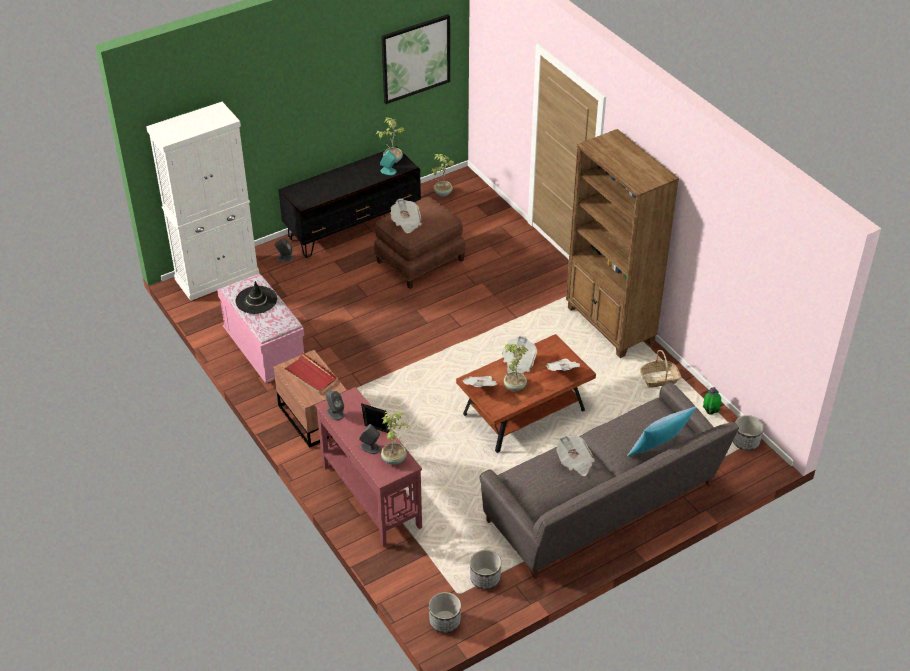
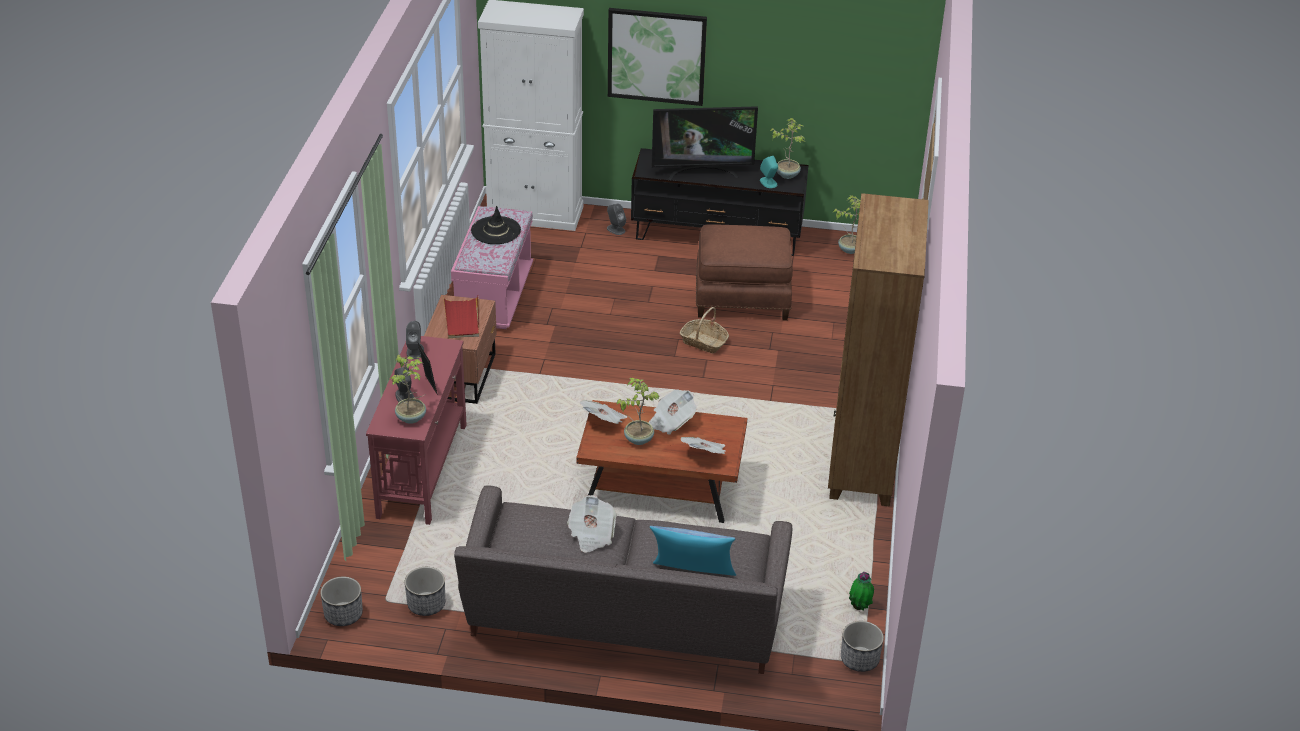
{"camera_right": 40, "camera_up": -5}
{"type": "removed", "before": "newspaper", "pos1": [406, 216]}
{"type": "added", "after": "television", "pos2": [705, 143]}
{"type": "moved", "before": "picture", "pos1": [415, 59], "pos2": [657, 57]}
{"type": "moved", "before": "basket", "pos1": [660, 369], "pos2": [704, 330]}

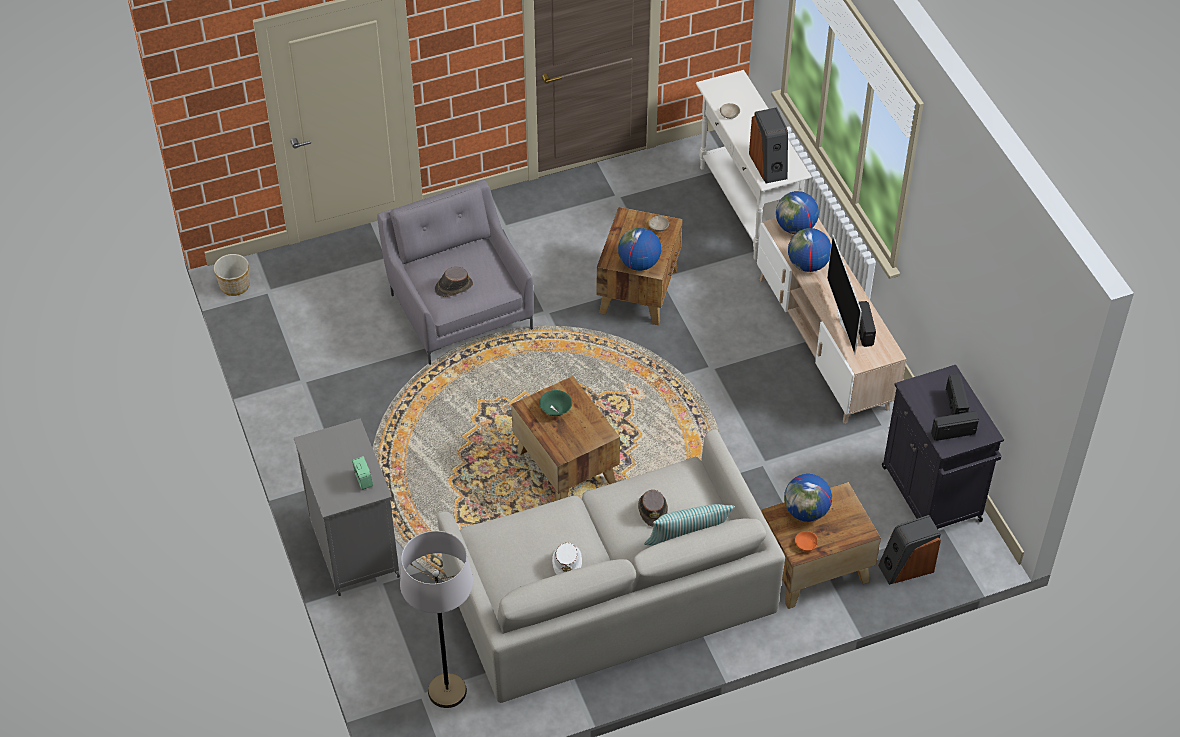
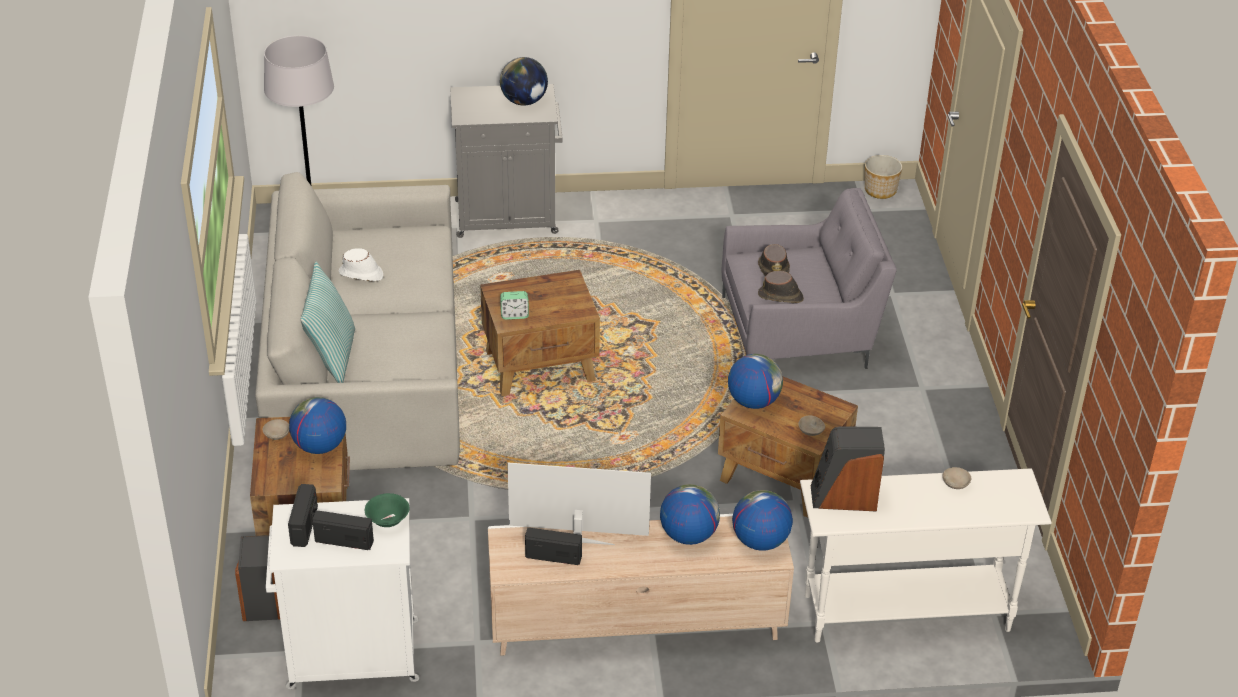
{"camera_right": 105, "camera_up": -10}
{"type": "added", "after": "globe", "pos2": [524, 81]}
{"type": "moved", "before": "alarm clock", "pos1": [362, 473], "pos2": [514, 305]}
{"type": "moved", "before": "green bowl", "pos1": [555, 403], "pos2": [387, 510]}
{"type": "moved", "before": "brown hat", "pos1": [653, 508], "pos2": [781, 287]}
{"type": "recoloured", "before": "orange bowl", "after": "beige bowl", "pos1": [806, 541], "pos2": [275, 429]}
{"type": "recoloured", "before": "black cabinet", "after": "white cabinet", "pos1": [943, 447], "pos2": [342, 593]}

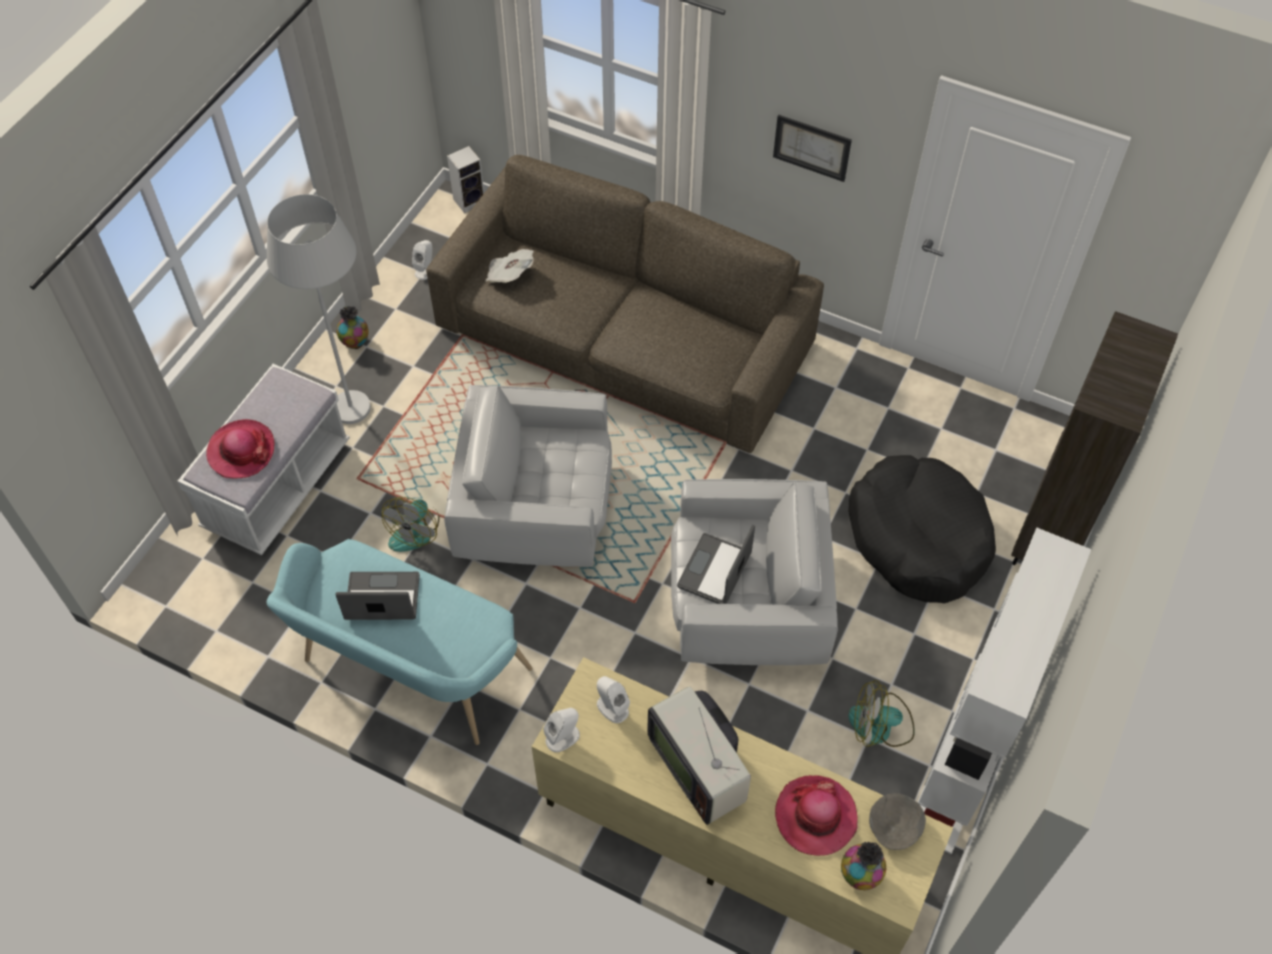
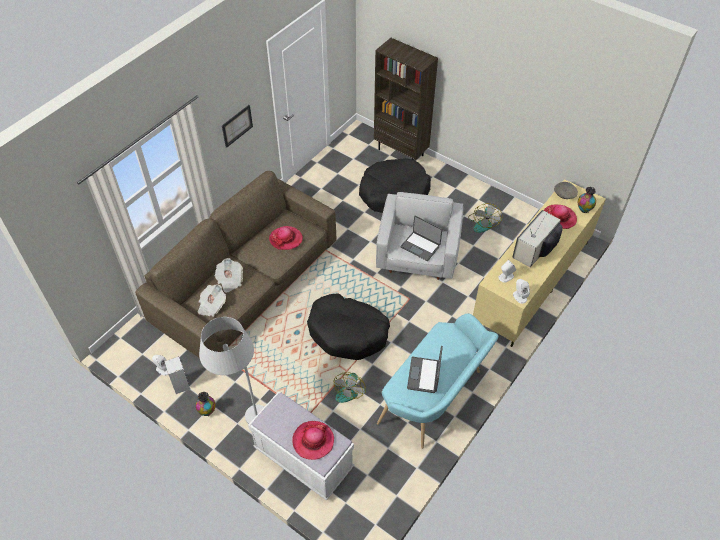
{"camera_right": -80, "camera_up": -5}
{"type": "removed", "before": "white bookcase", "pos1": [1004, 691]}
{"type": "added", "after": "newspaper", "pos2": [229, 275]}
{"type": "added", "after": "hat", "pos2": [286, 238]}
{"type": "moved", "before": "speaker", "pos1": [465, 179], "pos2": [177, 375]}
{"type": "replaced", "before": "white armchair", "after": "black dog bed", "pos1": [528, 476], "pos2": [348, 326]}
{"type": "turned", "before": "fan", "pos1": [410, 524], "pos2": [349, 387], "turn": 75}
{"type": "turned", "before": "television", "pos1": [699, 755], "pos2": [538, 238], "turn": 150}

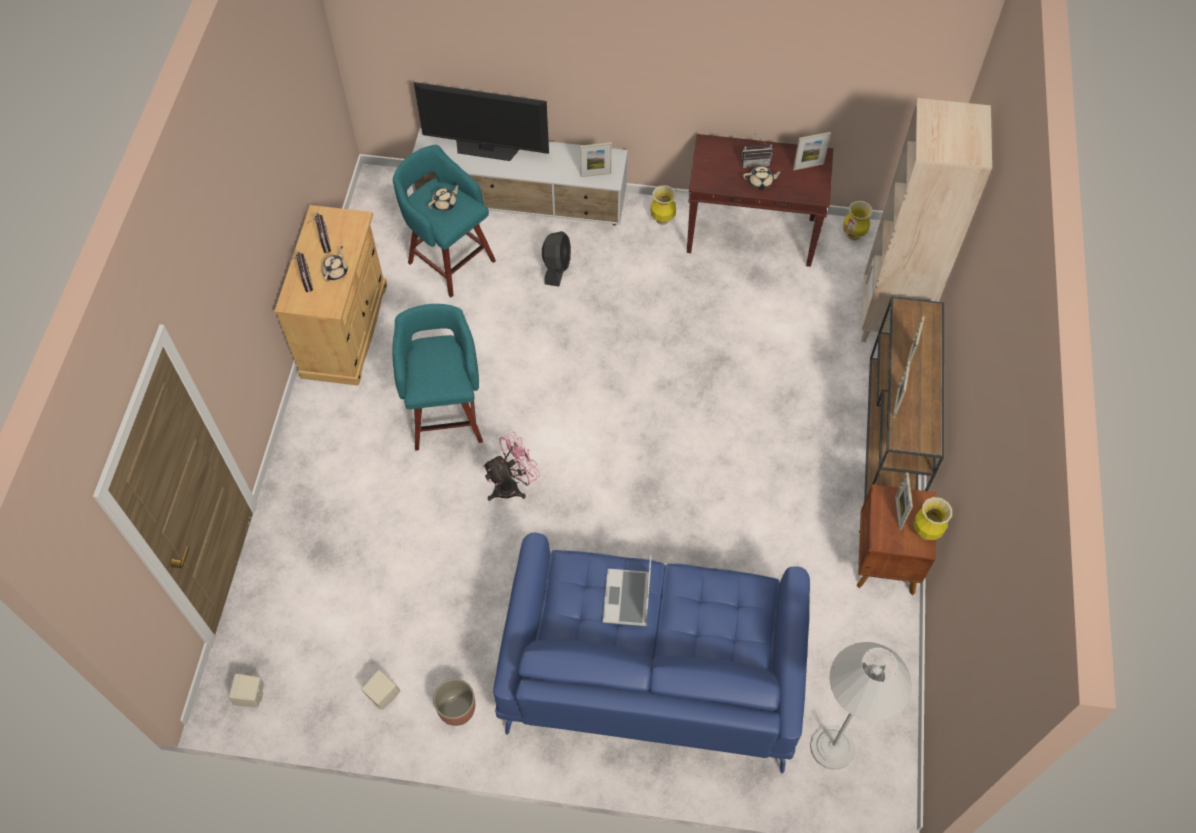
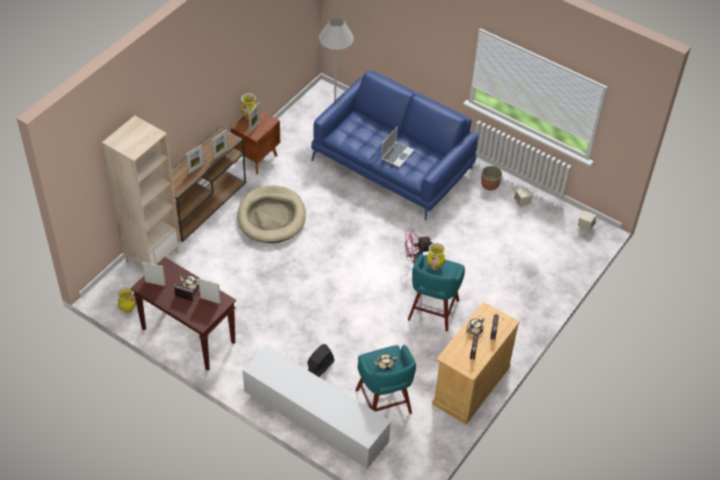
{"camera_right": -155, "camera_up": -10}
{"type": "removed", "before": "television", "pos1": [481, 121]}
{"type": "added", "after": "beige dog bed", "pos2": [271, 214]}
{"type": "moved", "before": "picture frame", "pos1": [596, 159], "pos2": [209, 291]}
{"type": "moved", "before": "vase", "pos1": [663, 205], "pos2": [436, 256]}

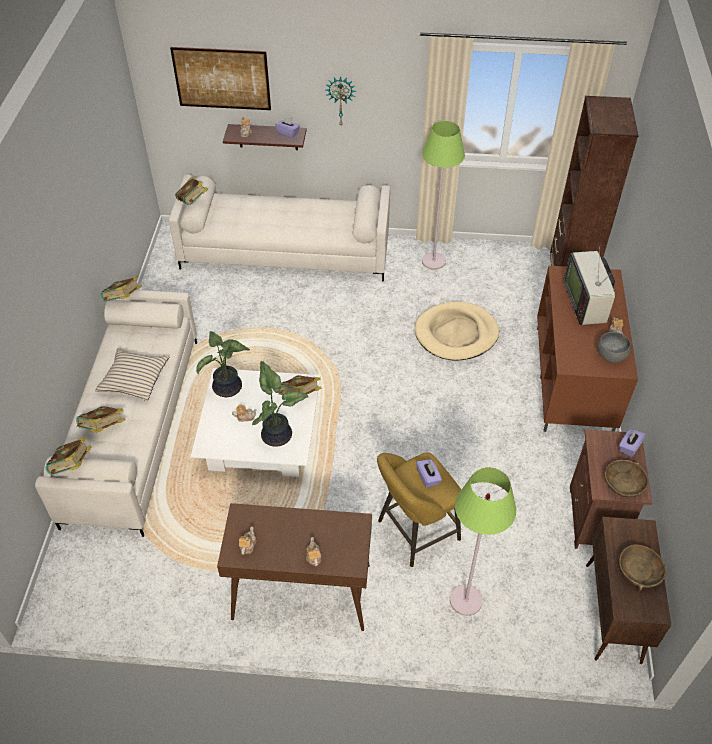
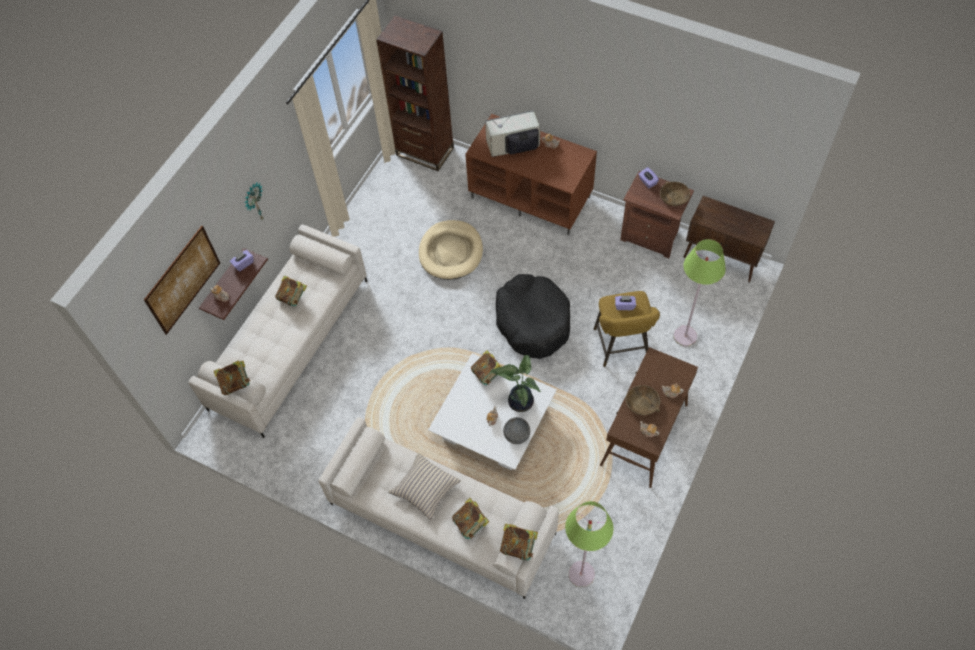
{"camera_right": -65, "camera_up": 10}
{"type": "removed", "before": "potted plant", "pos1": [223, 364]}
{"type": "added", "after": "black dog bed", "pos2": [533, 316]}
{"type": "moved", "before": "book", "pos1": [121, 289], "pos2": [291, 291]}
{"type": "moved", "before": "green floor lamp", "pos1": [443, 195], "pos2": [589, 544]}
{"type": "moved", "before": "grey bowl", "pos1": [614, 347], "pos2": [516, 430]}
{"type": "moved", "before": "brown bowl", "pos1": [642, 568], "pos2": [642, 400]}
{"type": "turned", "before": "television", "pos1": [589, 286], "pos2": [512, 133], "turn": 150}

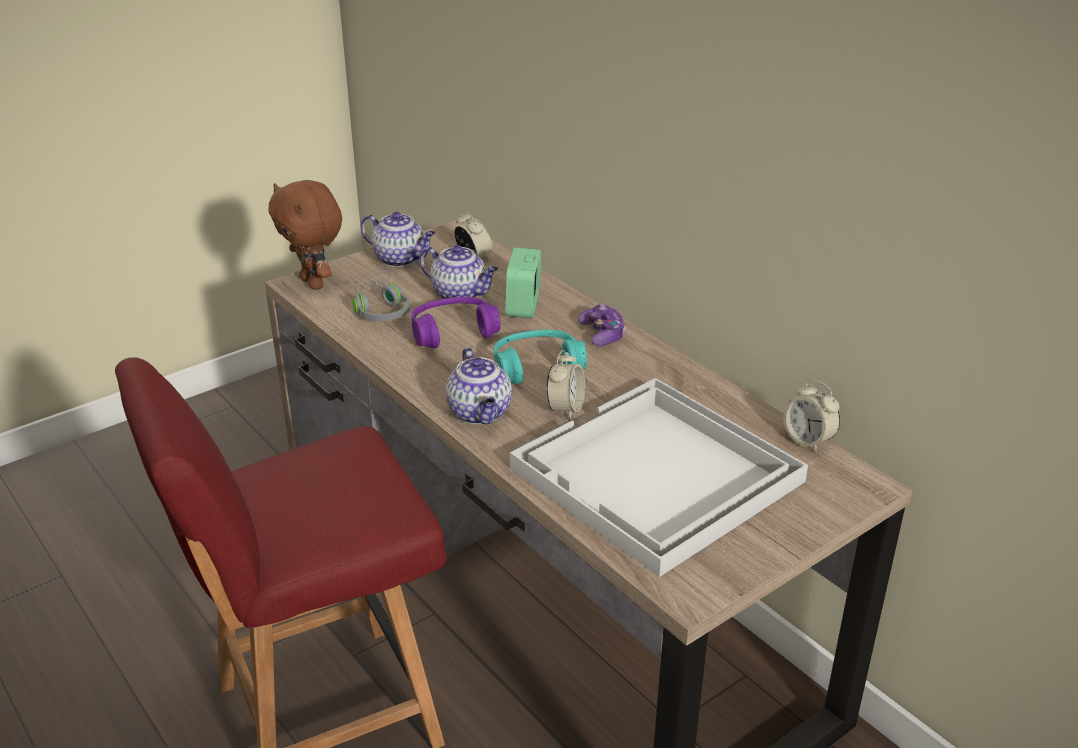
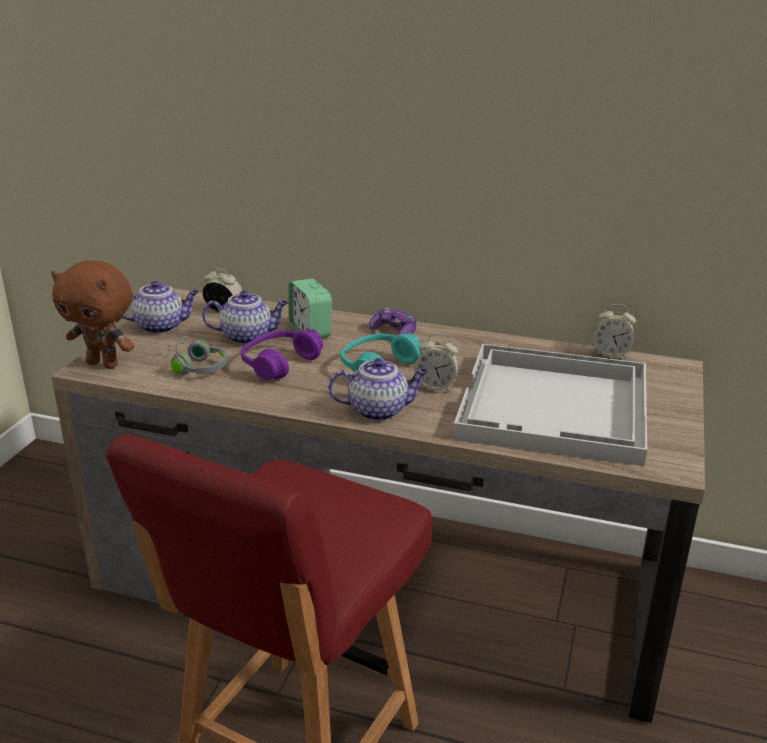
{"camera_right": -35, "camera_up": -5}
{"type": "turned", "before": "teapot", "pos1": [479, 386], "pos2": [378, 389], "turn": -45}
{"type": "turned", "before": "alarm clock", "pos1": [566, 384], "pos2": [436, 363], "turn": 120}

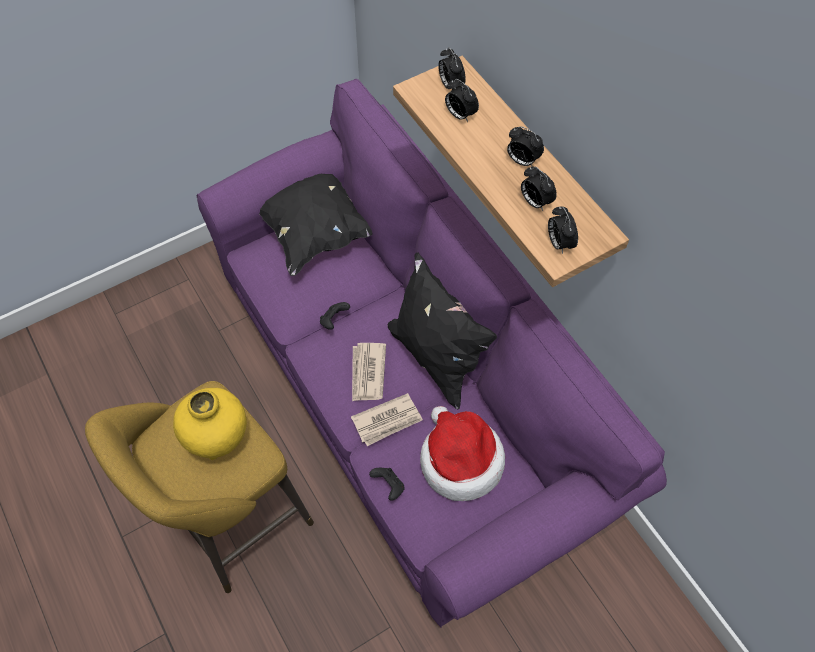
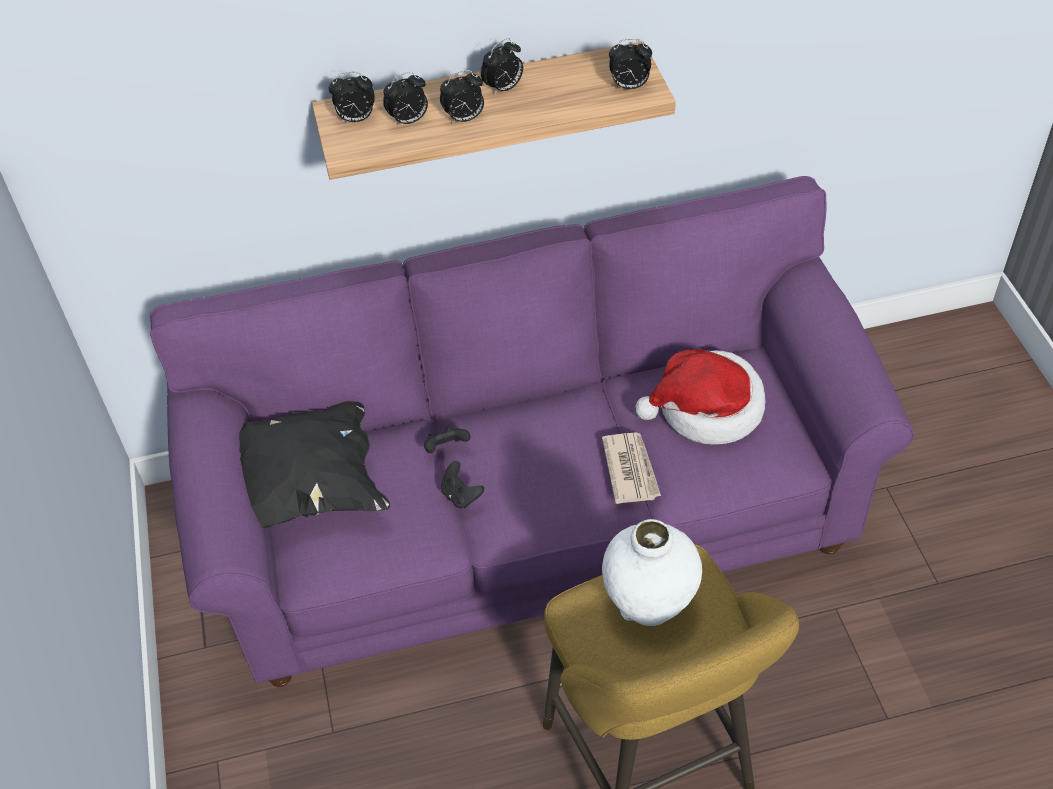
{"camera_right": -70, "camera_up": -10}
{"type": "removed", "before": "newspaper", "pos1": [369, 372]}
{"type": "removed", "before": "black pillow", "pos1": [442, 330]}
{"type": "moved", "before": "black game controller", "pos1": [386, 484], "pos2": [447, 440]}
{"type": "moved", "before": "alarm clock", "pos1": [539, 189], "pos2": [462, 97]}
{"type": "recoloured", "before": "yellow vase", "after": "white vase", "pos1": [210, 424], "pos2": [652, 572]}

